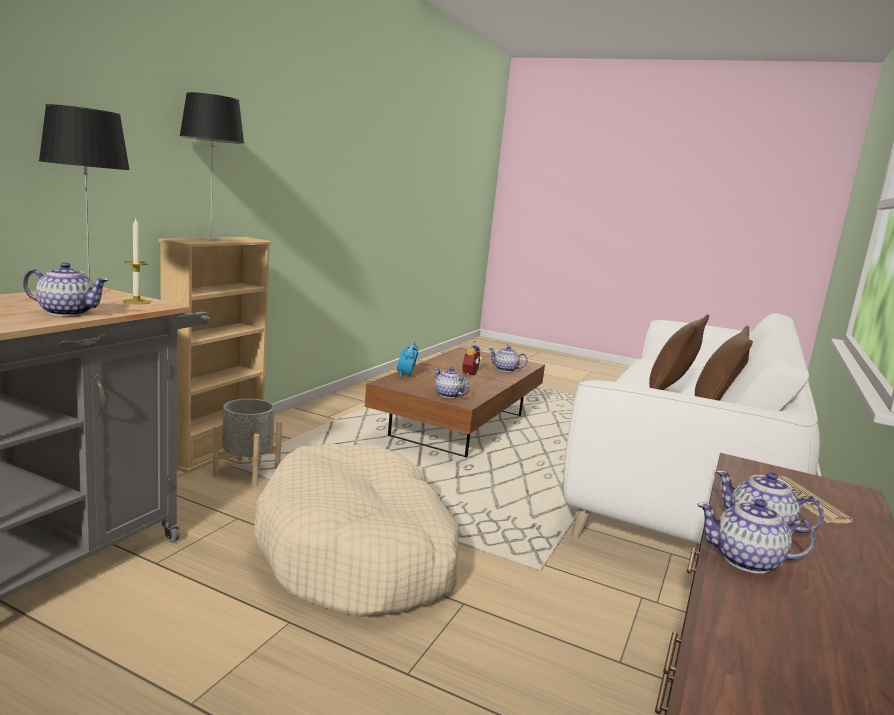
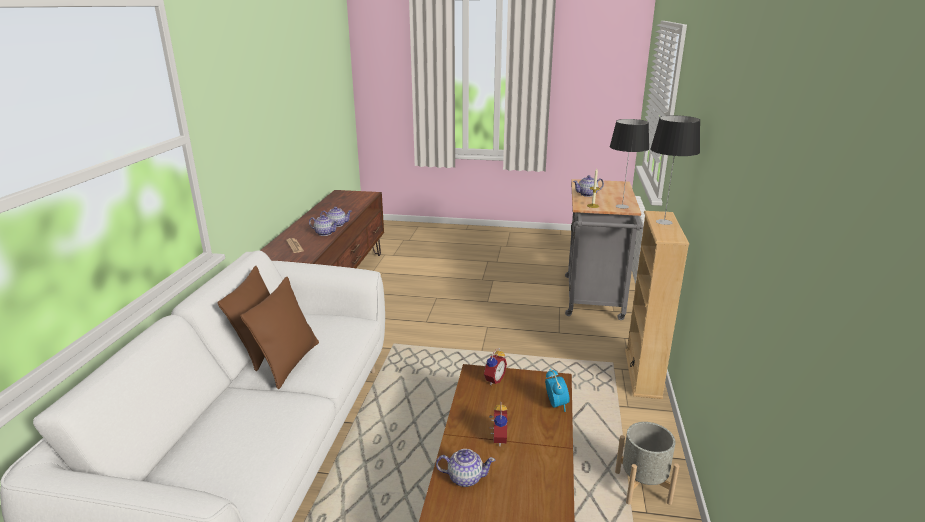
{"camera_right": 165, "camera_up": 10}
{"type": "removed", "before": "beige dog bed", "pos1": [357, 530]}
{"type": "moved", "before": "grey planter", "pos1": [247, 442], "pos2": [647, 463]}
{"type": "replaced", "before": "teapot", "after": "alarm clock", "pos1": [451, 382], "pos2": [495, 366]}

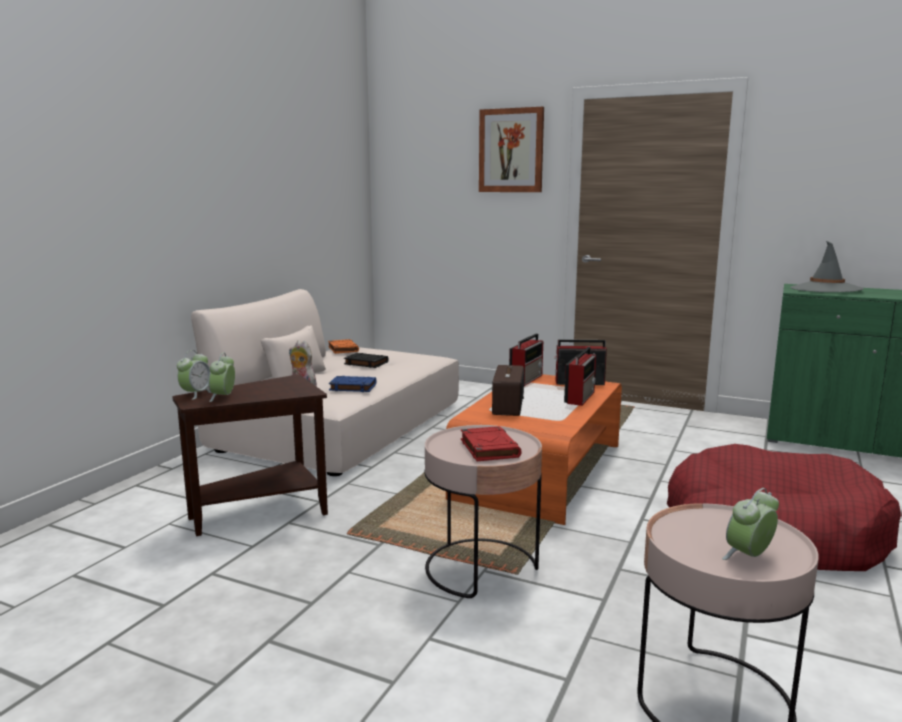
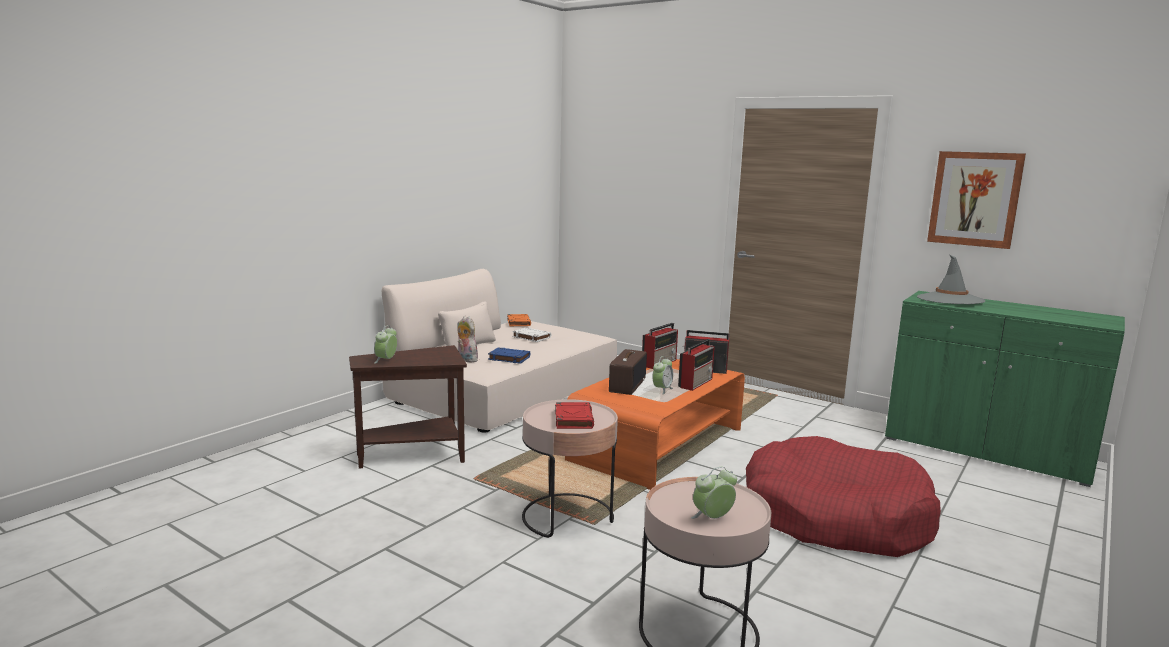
{"camera_right": 10, "camera_up": 0}
{"type": "moved", "before": "alarm clock", "pos1": [194, 375], "pos2": [662, 375]}
{"type": "moved", "before": "picture", "pos1": [511, 149], "pos2": [976, 200]}
{"type": "recoloured", "before": "black book", "after": "white book", "pos1": [366, 360], "pos2": [531, 334]}

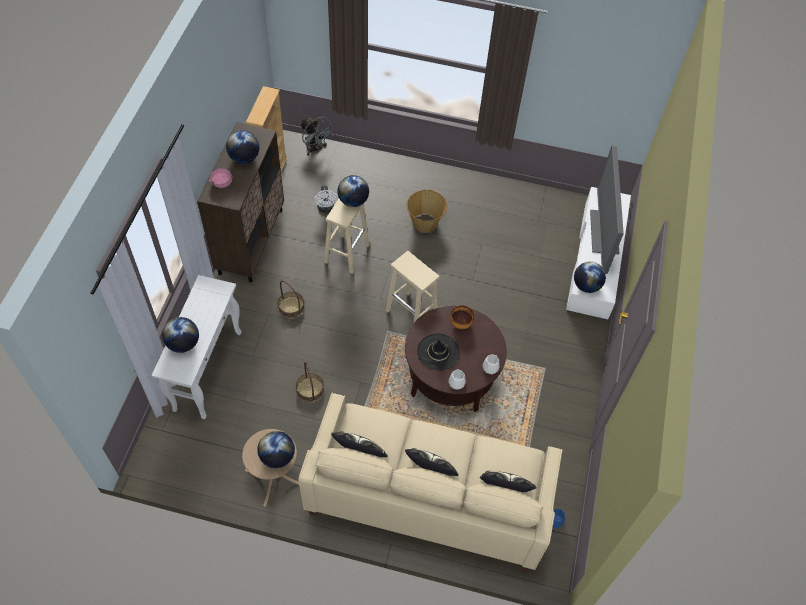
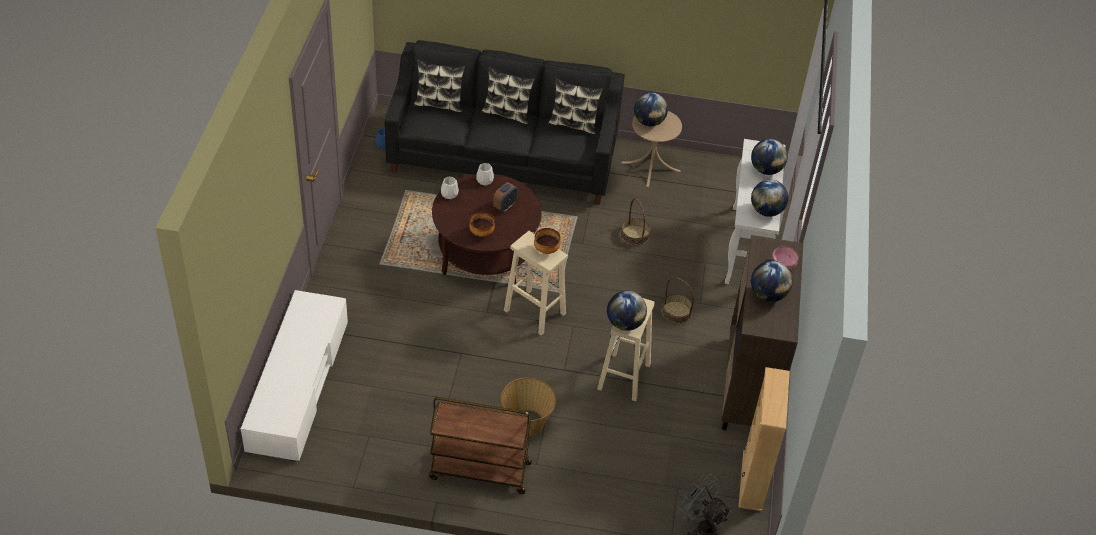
{"camera_right": 175, "camera_up": -10}
{"type": "removed", "before": "white fan", "pos1": [325, 199]}
{"type": "removed", "before": "television", "pos1": [607, 209]}
{"type": "added", "after": "brown cart", "pos2": [480, 445]}
{"type": "added", "after": "bowl", "pos2": [547, 241]}
{"type": "moved", "before": "globe", "pos1": [590, 277], "pos2": [770, 198]}
{"type": "replaced", "before": "black hat", "after": "alarm clock", "pos1": [438, 352], "pos2": [505, 197]}
{"type": "recoloured", "before": "beige sofa", "after": "black sofa", "pos1": [430, 482], "pos2": [504, 122]}

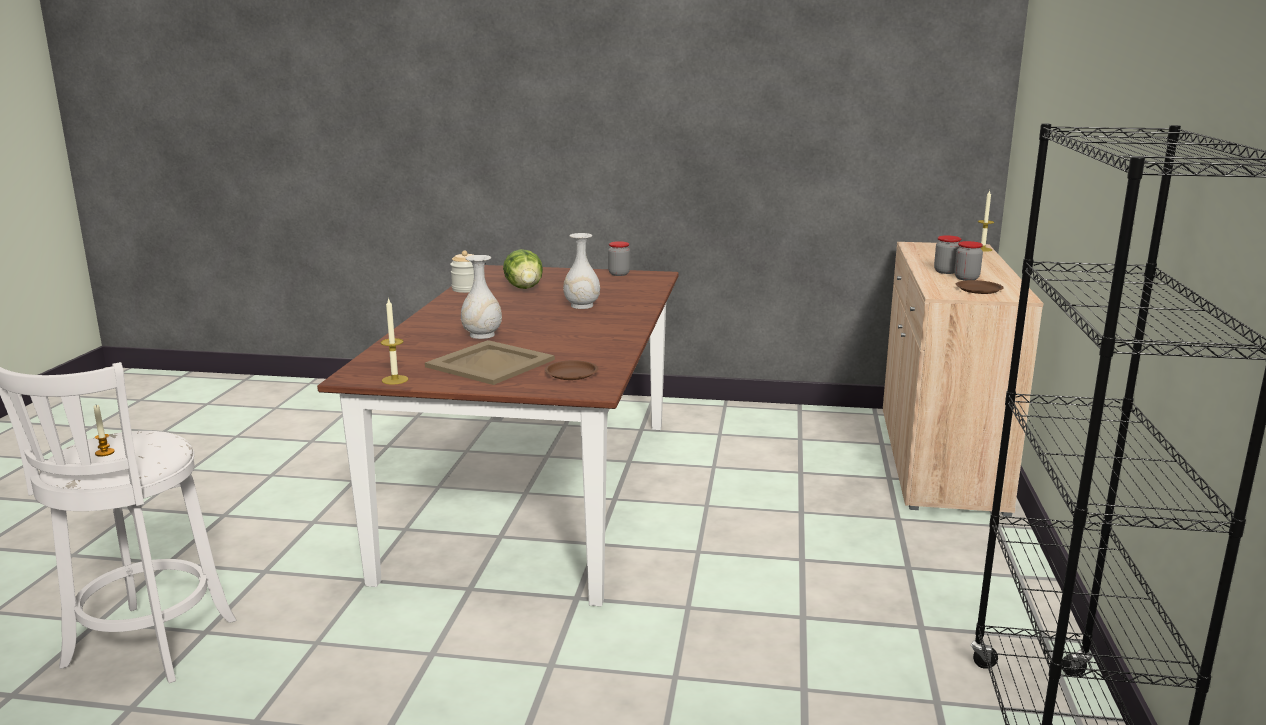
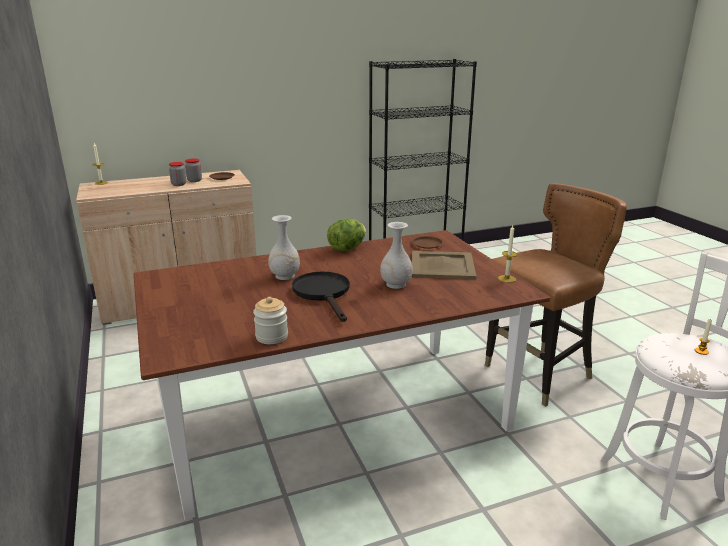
{"camera_right": -120, "camera_up": 5}
{"type": "removed", "before": "jar", "pos1": [619, 258]}
{"type": "added", "after": "black frying pan", "pos2": [321, 296]}
{"type": "added", "after": "brown chair", "pos2": [556, 295]}
{"type": "moved", "before": "lettuce", "pos1": [523, 269], "pos2": [346, 235]}

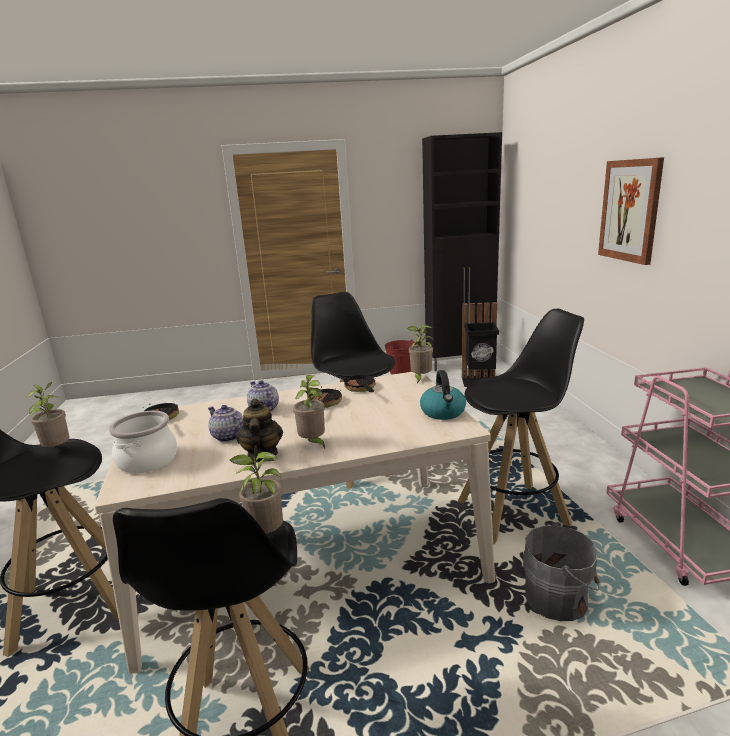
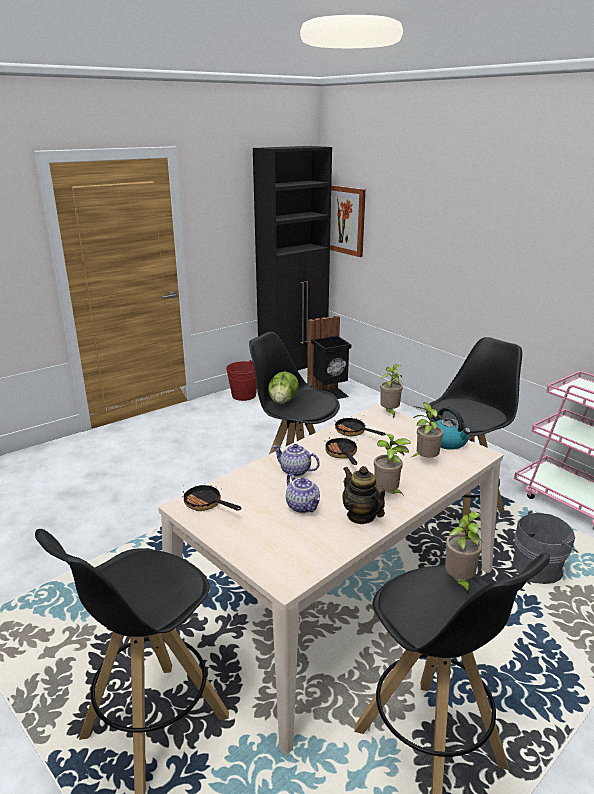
{"camera_right": -30, "camera_up": 5}
{"type": "removed", "before": "cooking pot", "pos1": [143, 442]}
{"type": "added", "after": "lettuce", "pos2": [283, 387]}
{"type": "moved", "before": "potted plant", "pos1": [48, 414], "pos2": [427, 430]}
{"type": "moved", "before": "picture", "pos1": [631, 211], "pos2": [348, 221]}
{"type": "turned", "before": "teapot", "pos1": [225, 423], "pos2": [303, 493], "turn": -135}

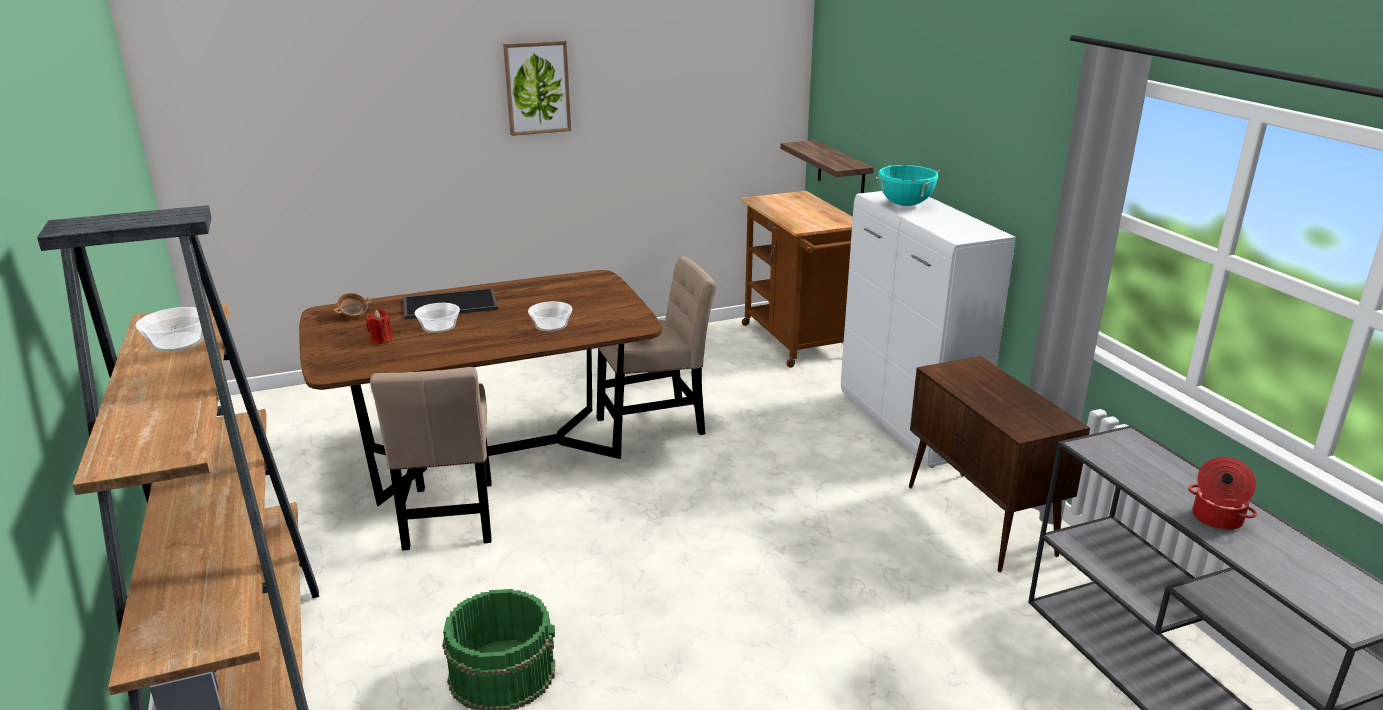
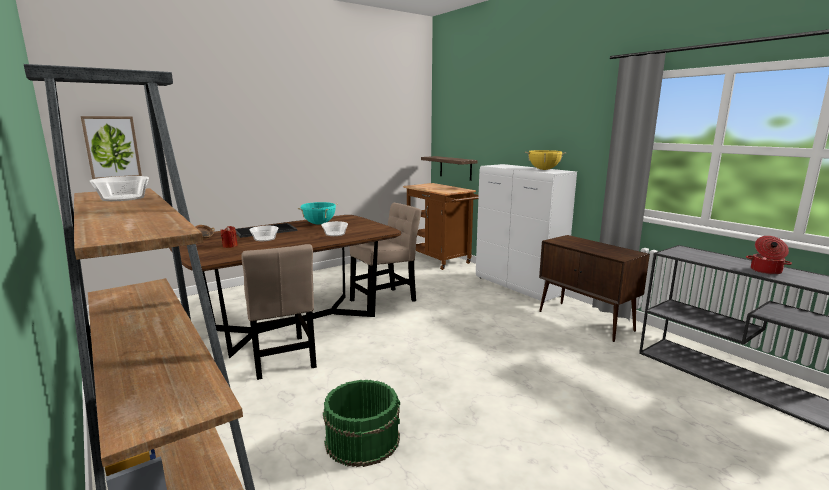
{"camera_right": -15, "camera_up": -10}
{"type": "added", "after": "yellow cooking pot", "pos2": [546, 160]}
{"type": "moved", "before": "picture", "pos1": [537, 88], "pos2": [111, 147]}
{"type": "moved", "before": "turquoise cooking pot", "pos1": [908, 185], "pos2": [318, 213]}

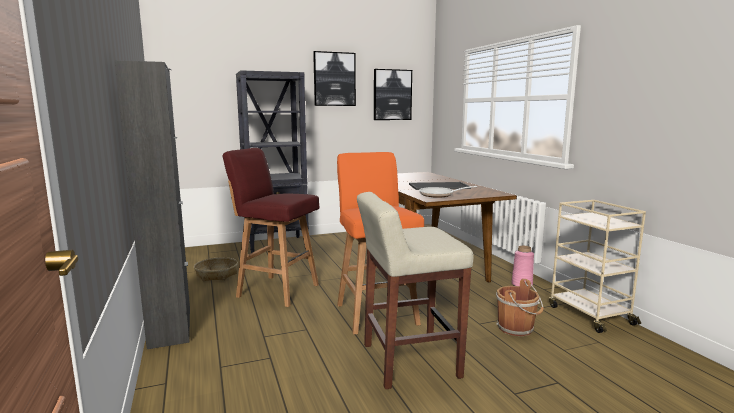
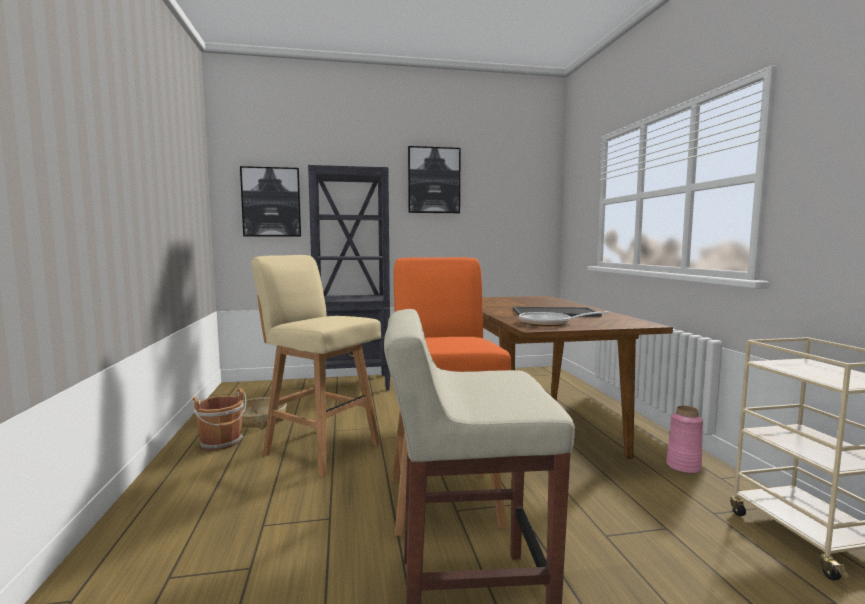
{"camera_right": 10, "camera_up": -5}
{"type": "removed", "before": "black cabinet", "pos1": [152, 204]}
{"type": "moved", "before": "picture", "pos1": [393, 94], "pos2": [270, 201]}
{"type": "moved", "before": "brown bucket", "pos1": [520, 307], "pos2": [220, 419]}
{"type": "recoloured", "before": "red stool", "after": "beige stool", "pos1": [271, 227], "pos2": [316, 366]}

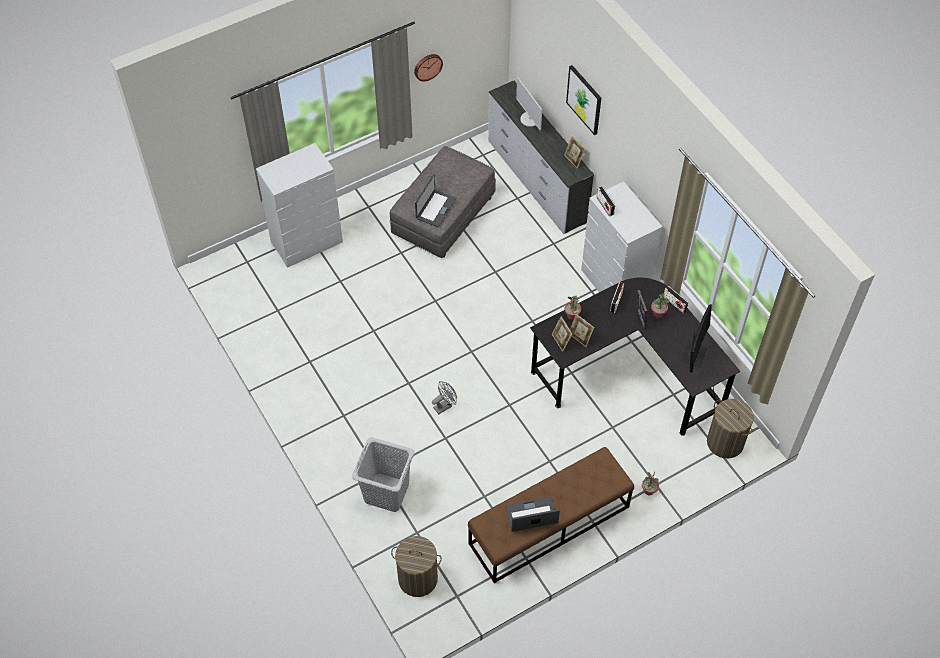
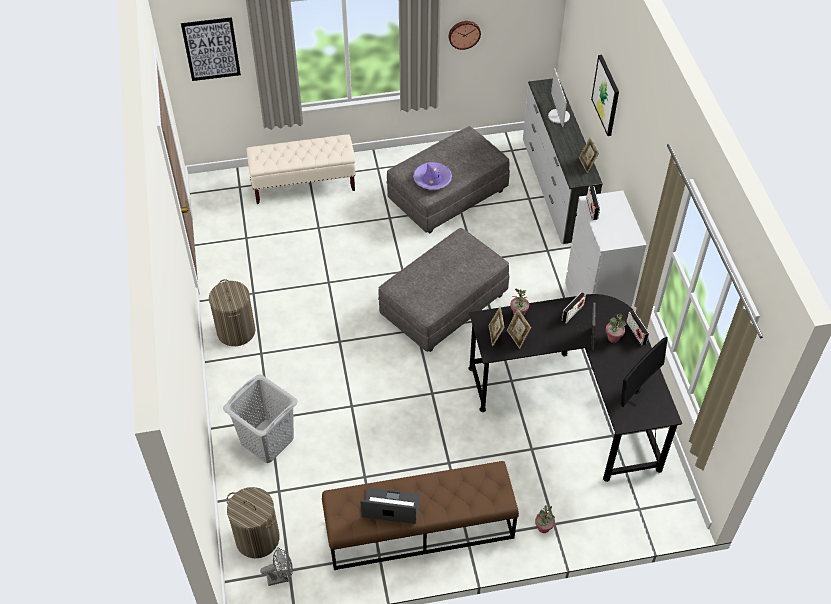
{"camera_right": 20, "camera_up": -5}
{"type": "added", "after": "picture", "pos2": [211, 49]}
{"type": "added", "after": "grey ottoman", "pos2": [444, 290]}
{"type": "moved", "before": "grey fan", "pos1": [444, 397], "pos2": [276, 566]}
{"type": "moved", "before": "laundry basket", "pos1": [730, 428], "pos2": [232, 312]}
{"type": "replaced", "before": "white dresser", "after": "beige bench", "pos1": [299, 205], "pos2": [301, 169]}
{"type": "replaced", "before": "laptop", "after": "purple hat", "pos1": [435, 200], "pos2": [432, 176]}

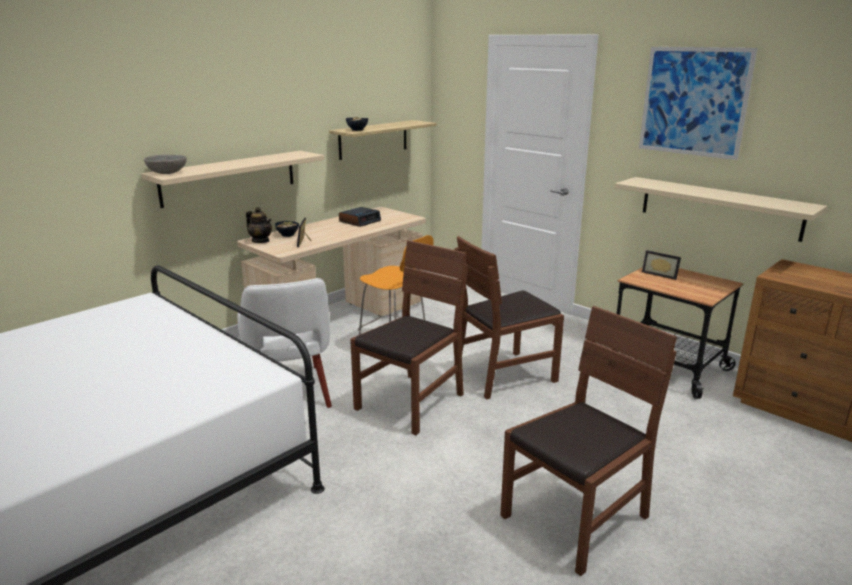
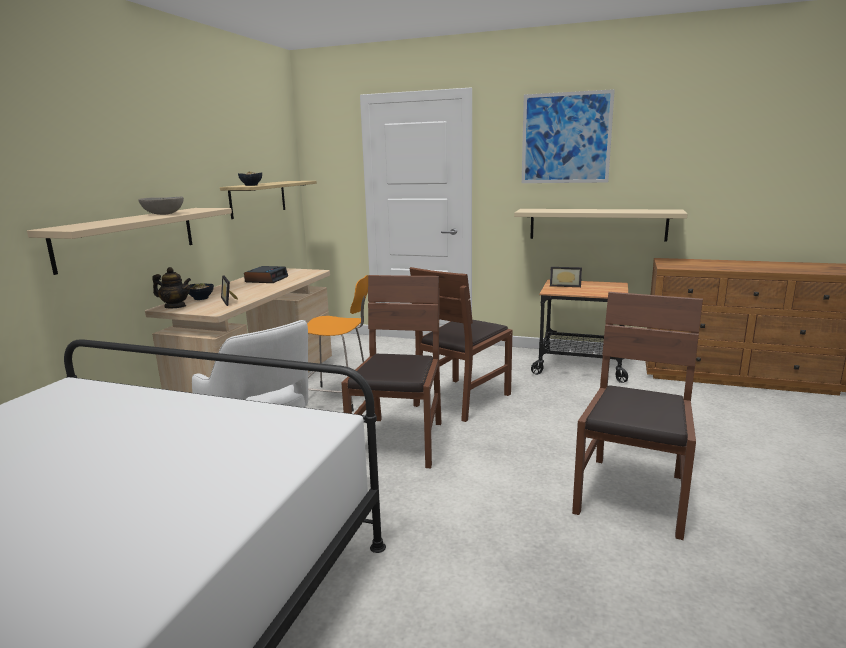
{"camera_right": -25, "camera_up": -5}
{"type": "moved", "before": "grey bowl", "pos1": [165, 164], "pos2": [161, 205]}

